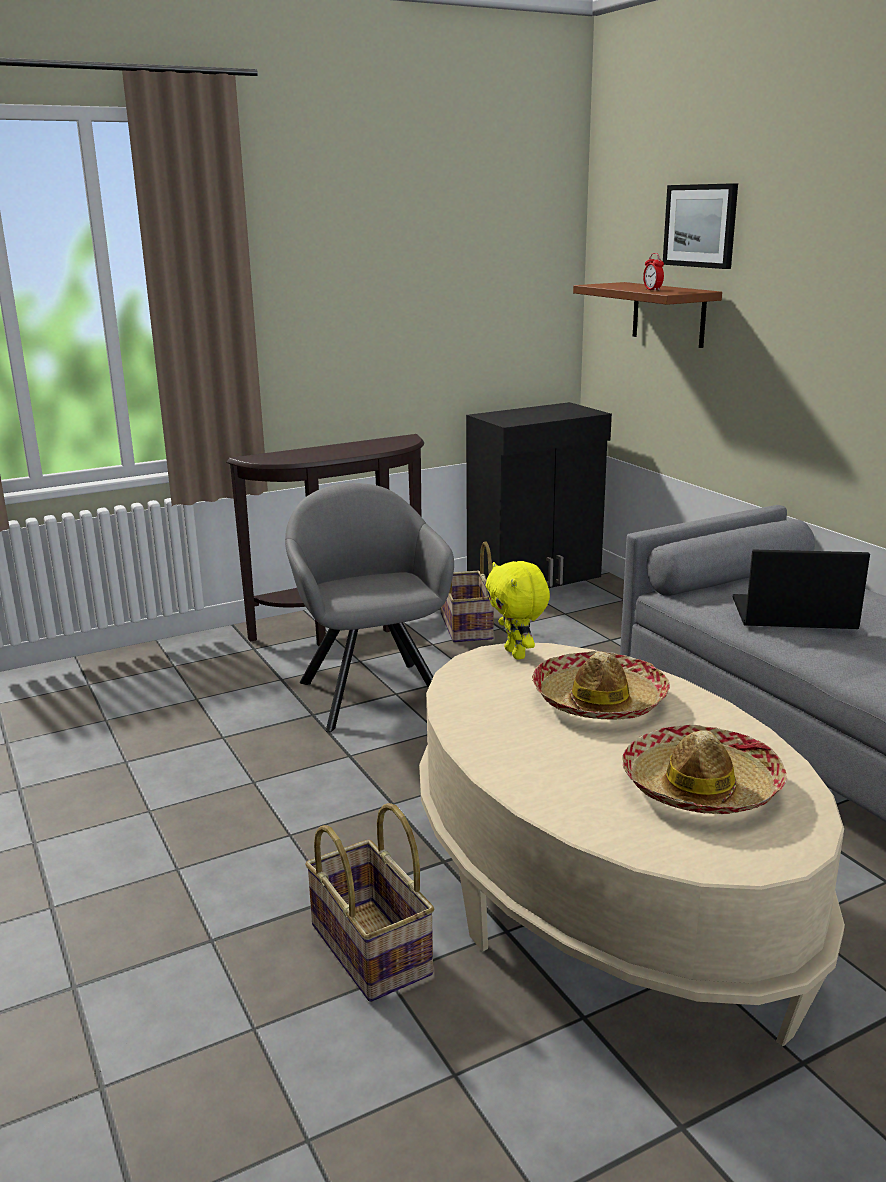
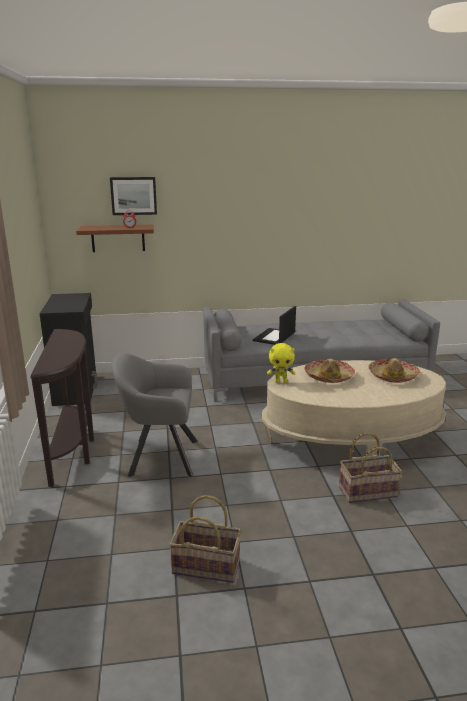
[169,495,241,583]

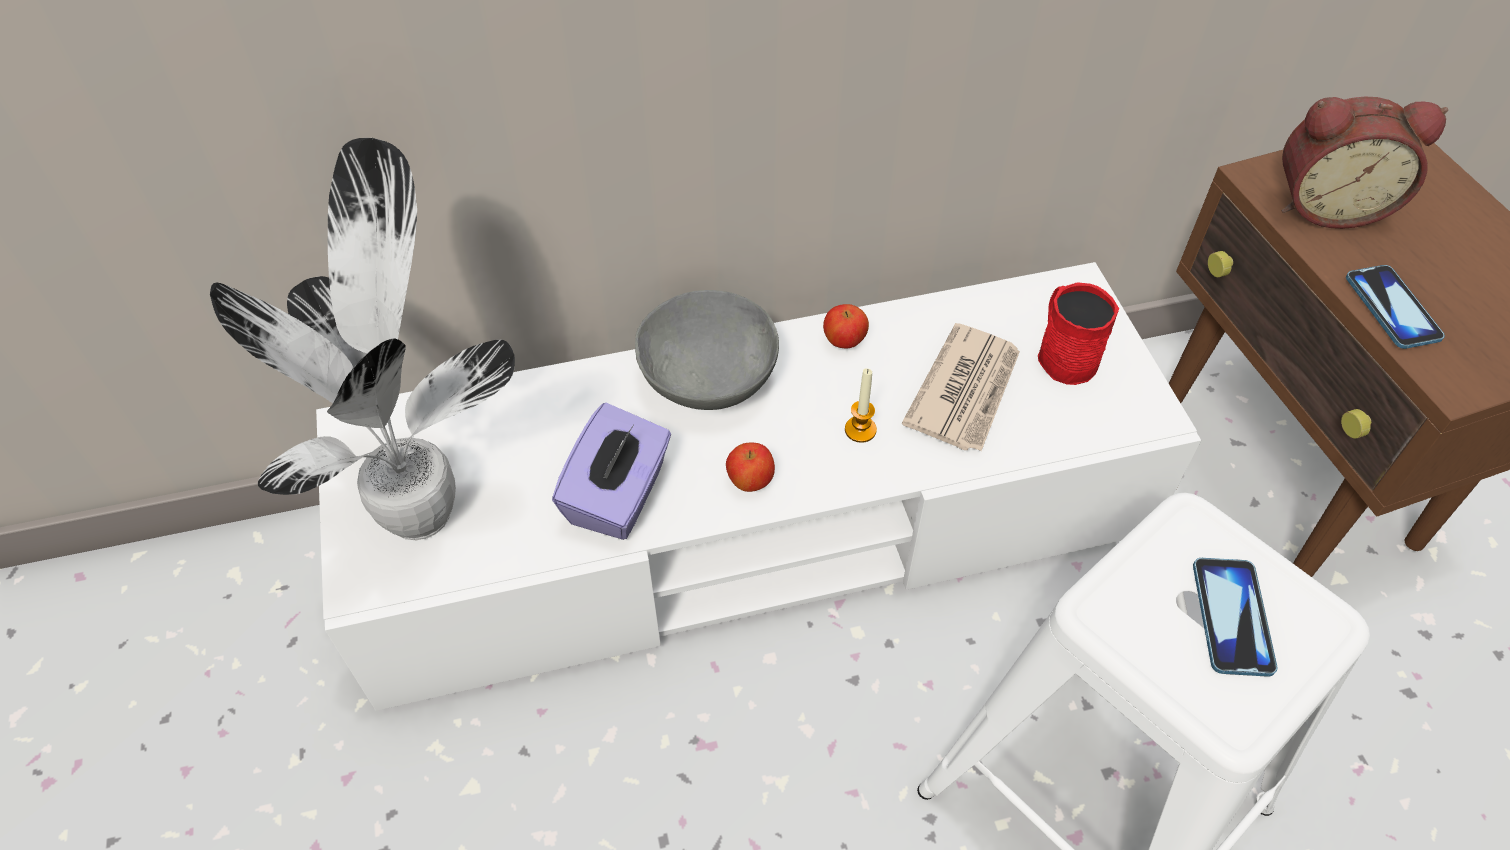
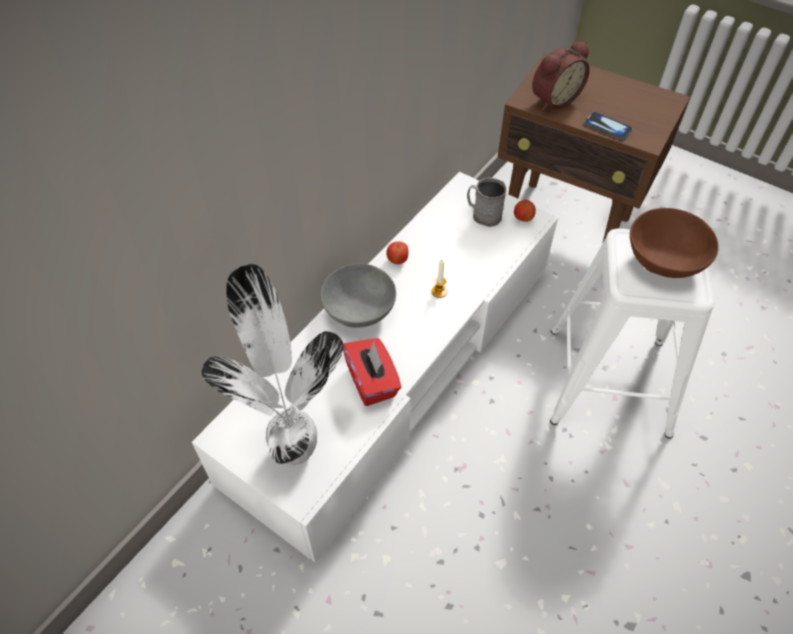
[343,338,402,406]
[467,178,506,227]
[514,200,536,222]
[630,208,719,278]
[902,323,1020,451] (first image)

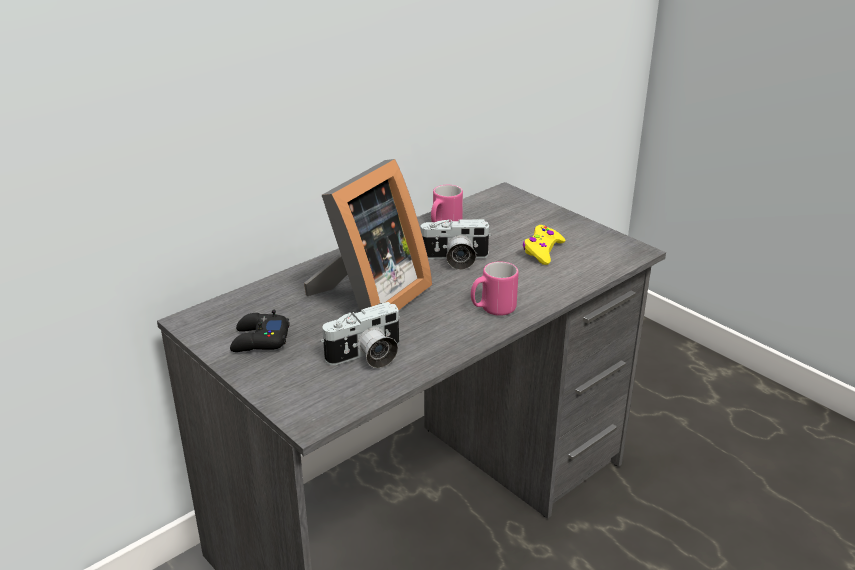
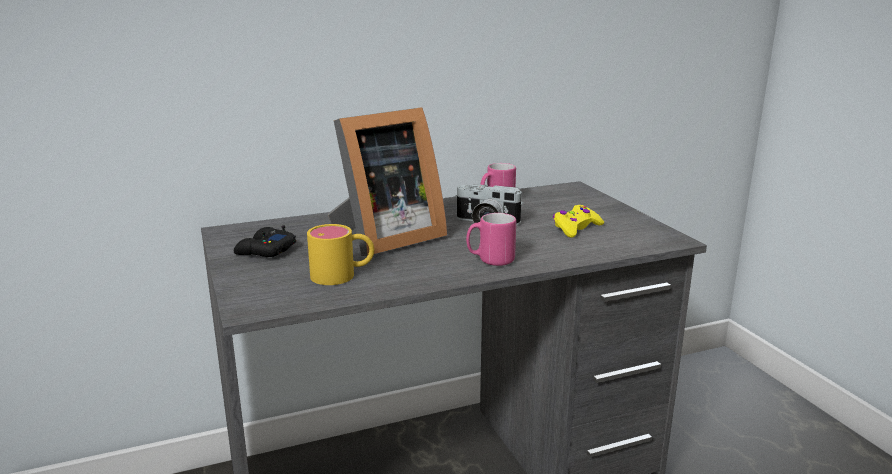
[307,224,375,285]

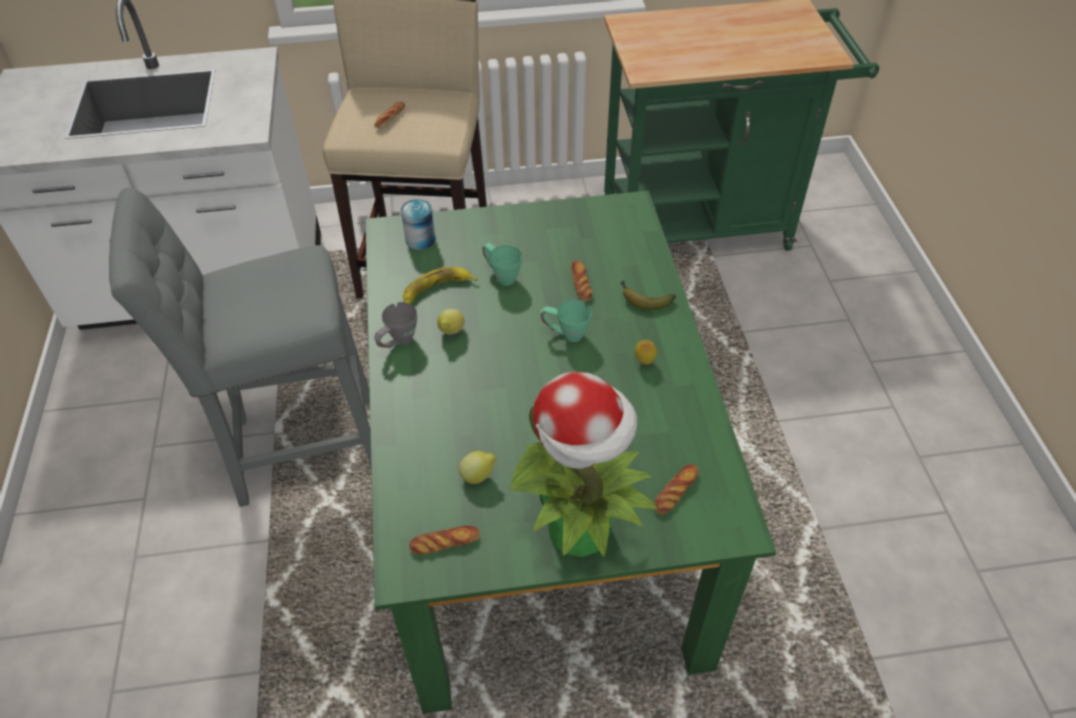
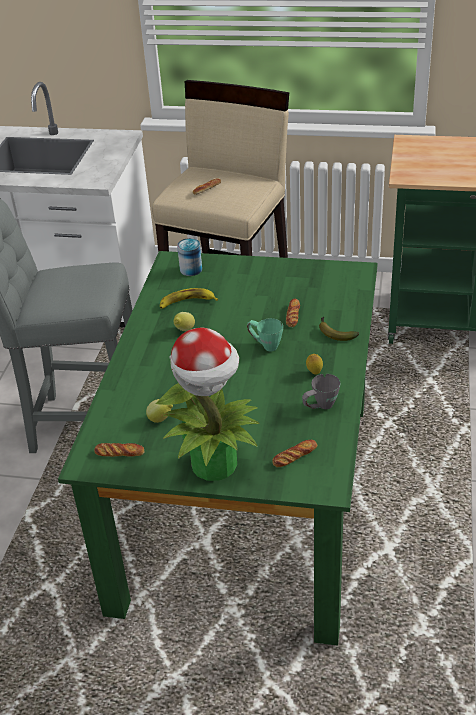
[302,374,340,409]
[482,243,522,286] (first image)

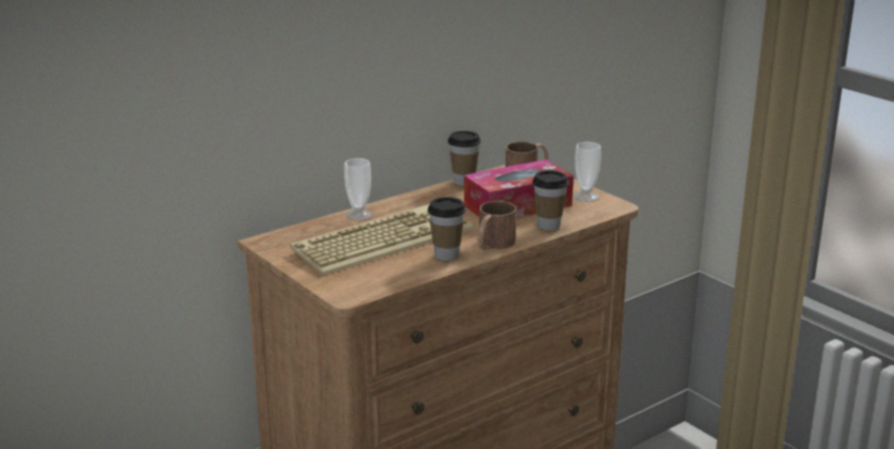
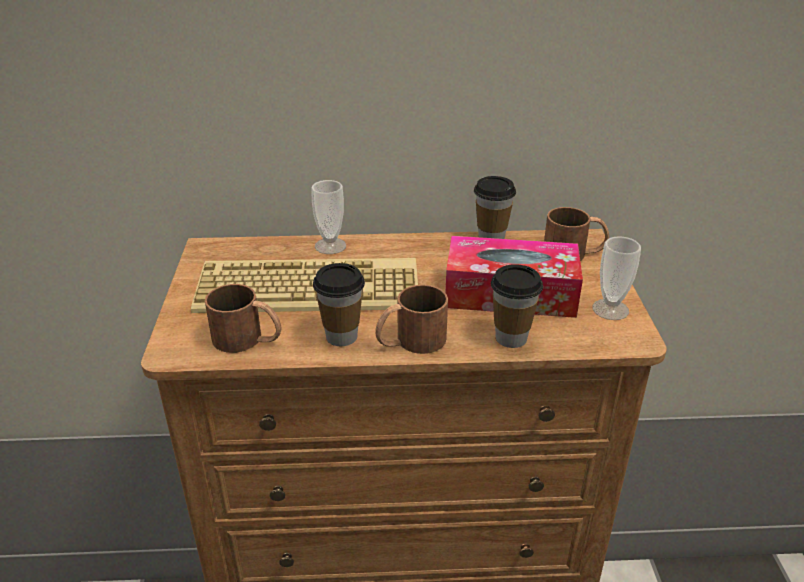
[205,284,281,353]

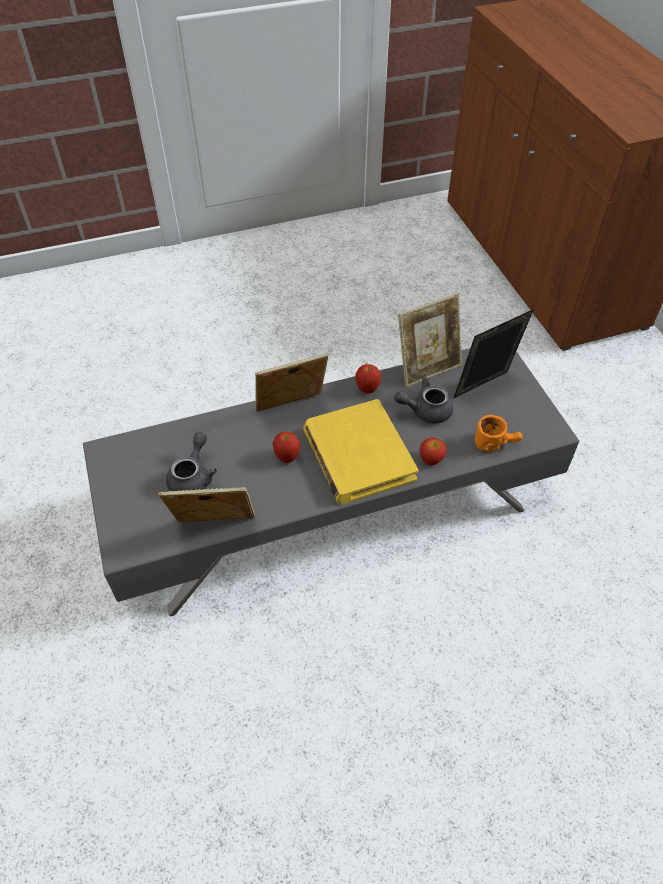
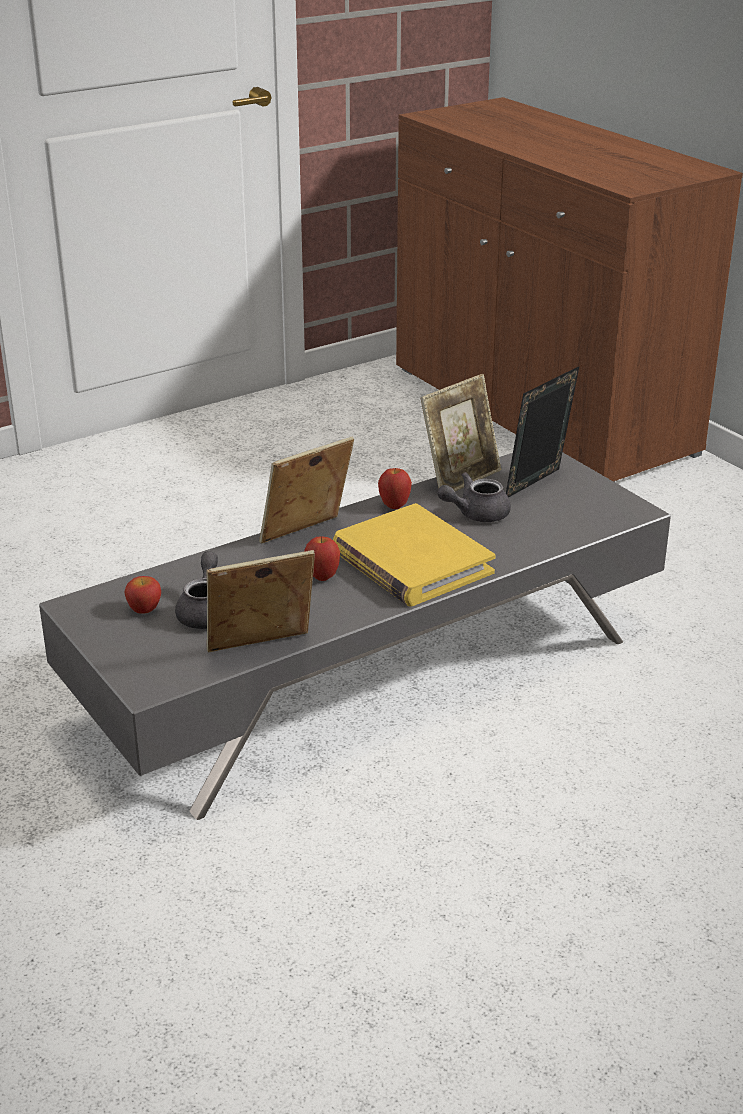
[125,576,161,614]
[475,415,523,452] (first image)

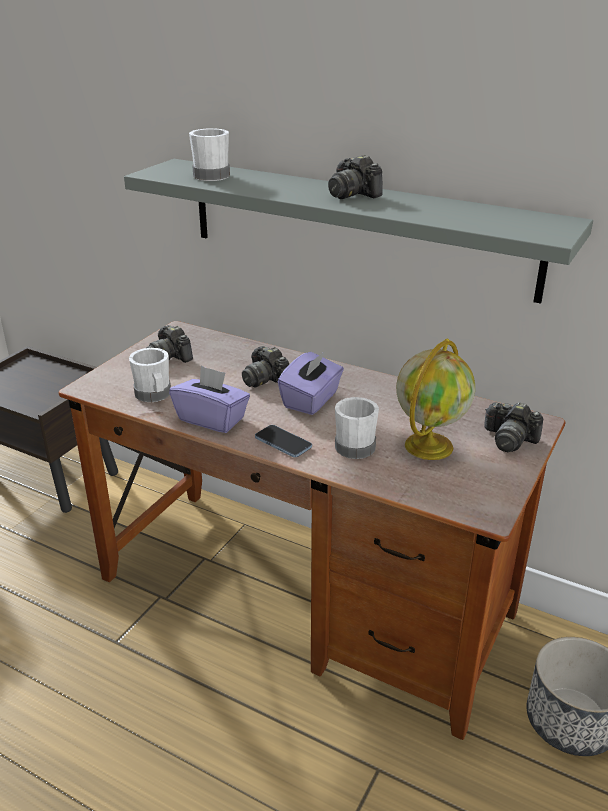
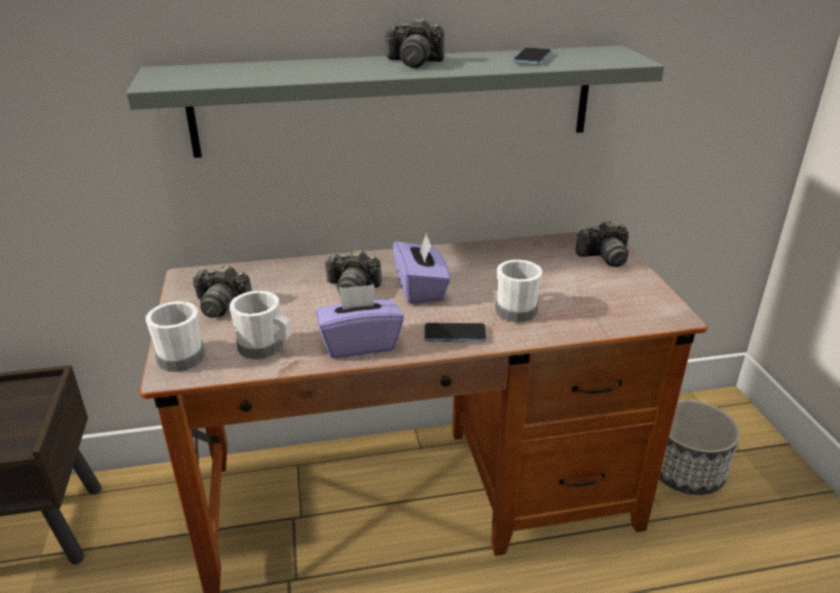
[146,301,205,372]
[513,48,552,65]
[396,339,475,460] (first image)

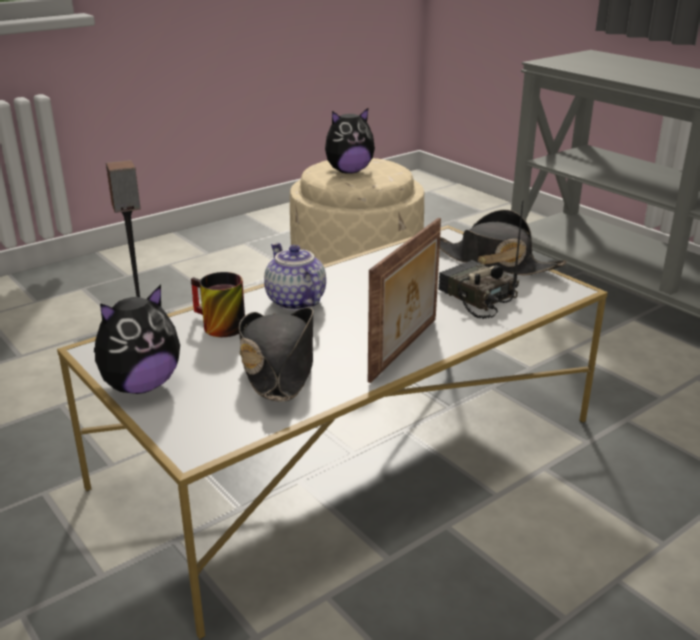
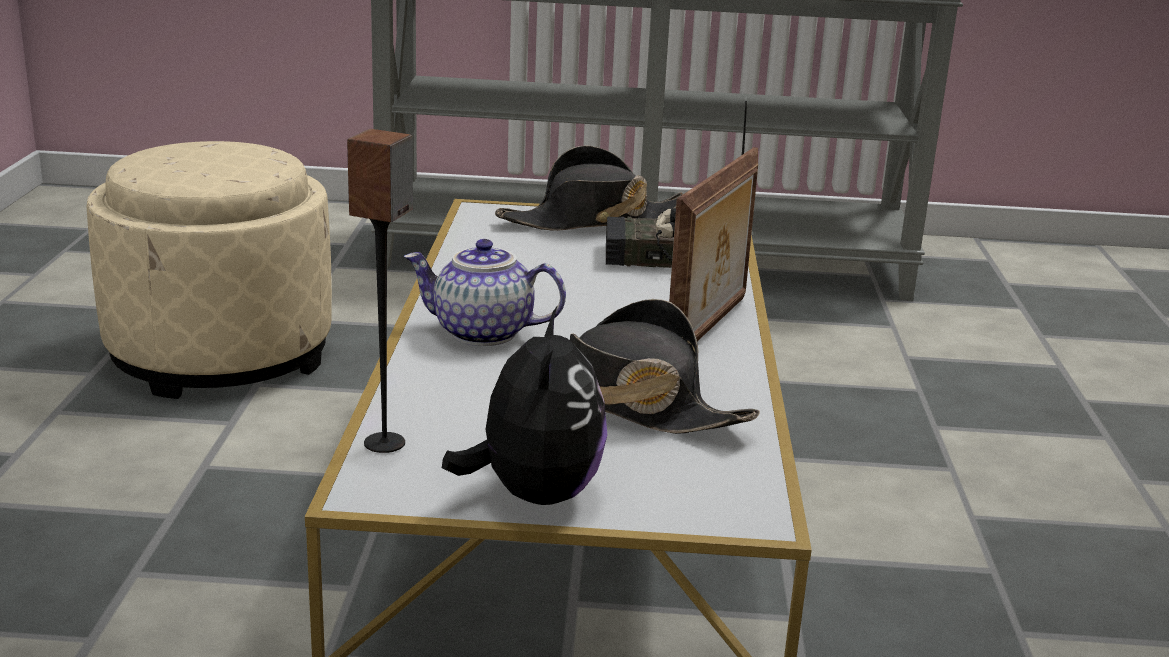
[669,147,758,341]
[191,272,245,337] (first image)
[325,108,375,174] (first image)

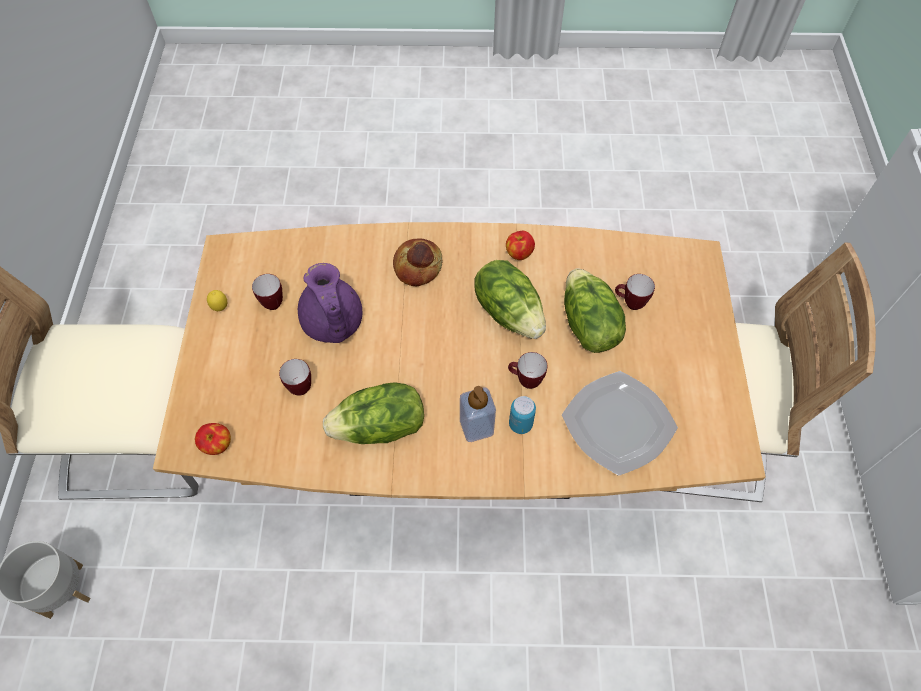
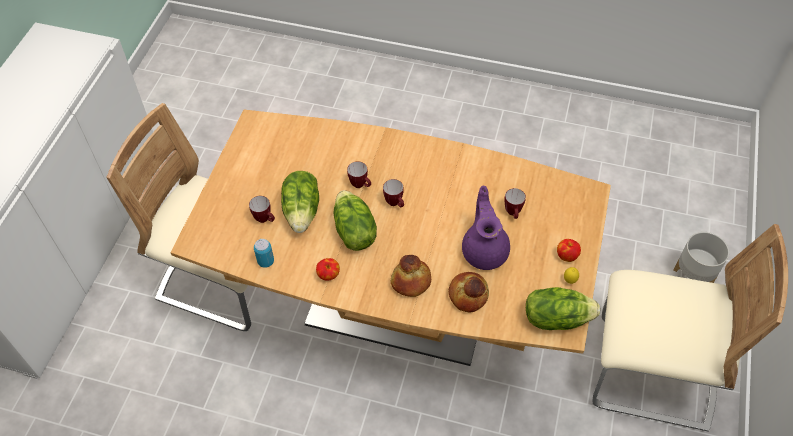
[254,239,274,268]
[383,179,404,207]
[449,272,489,312]
[526,287,600,330]
[557,239,581,262]
[460,386,496,442] (first image)
[562,371,678,476] (first image)

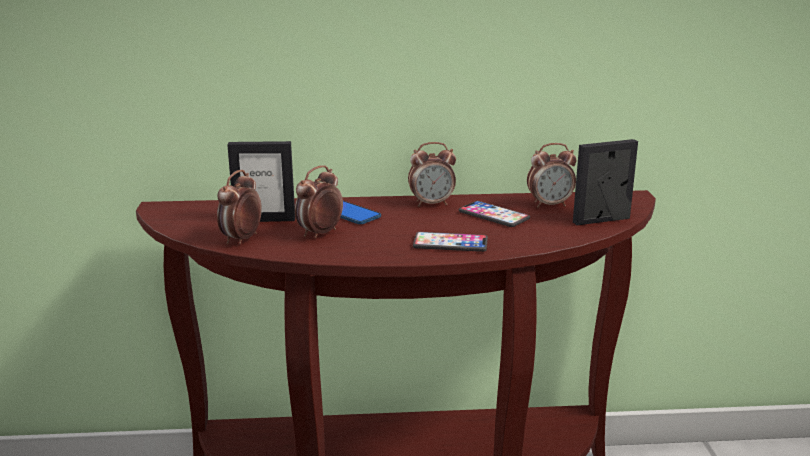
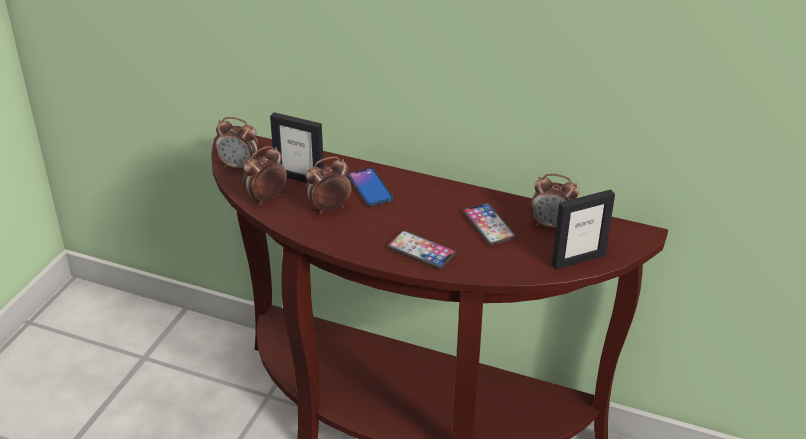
[215,117,259,168]
[552,189,615,270]

